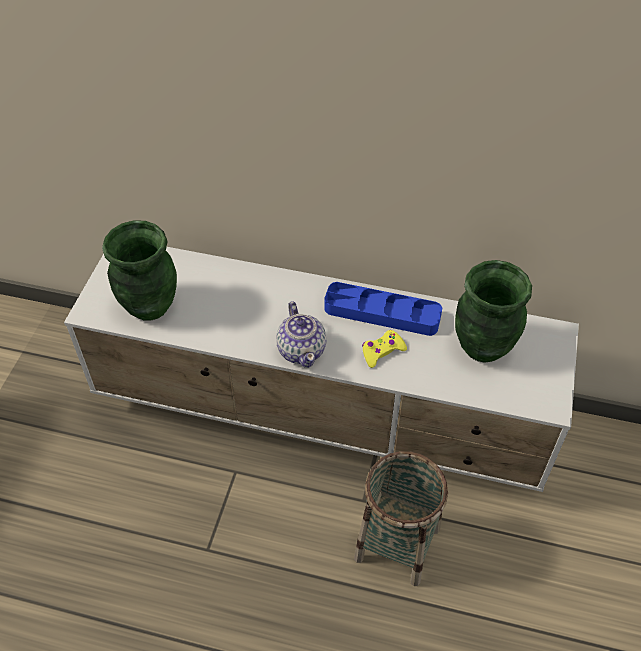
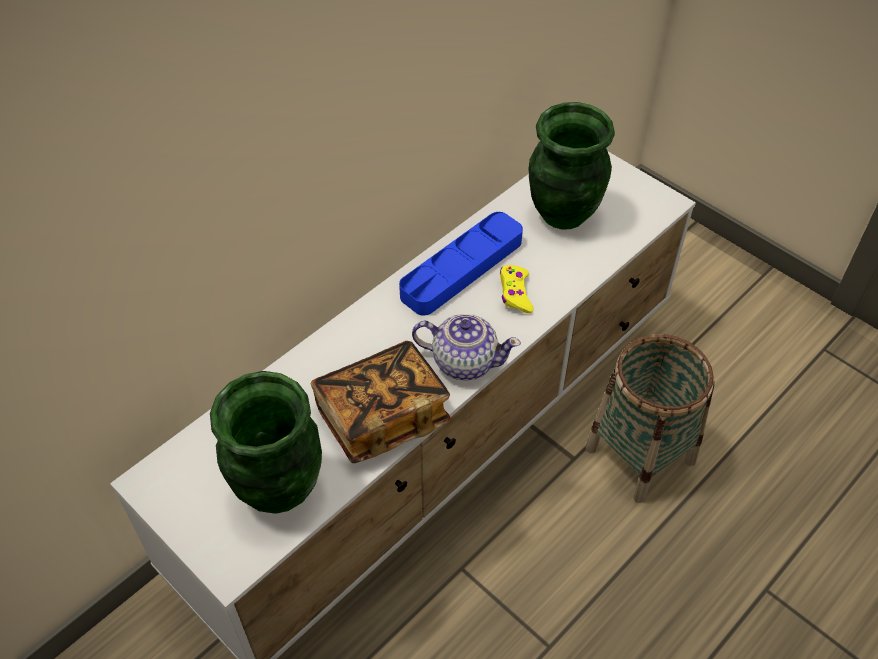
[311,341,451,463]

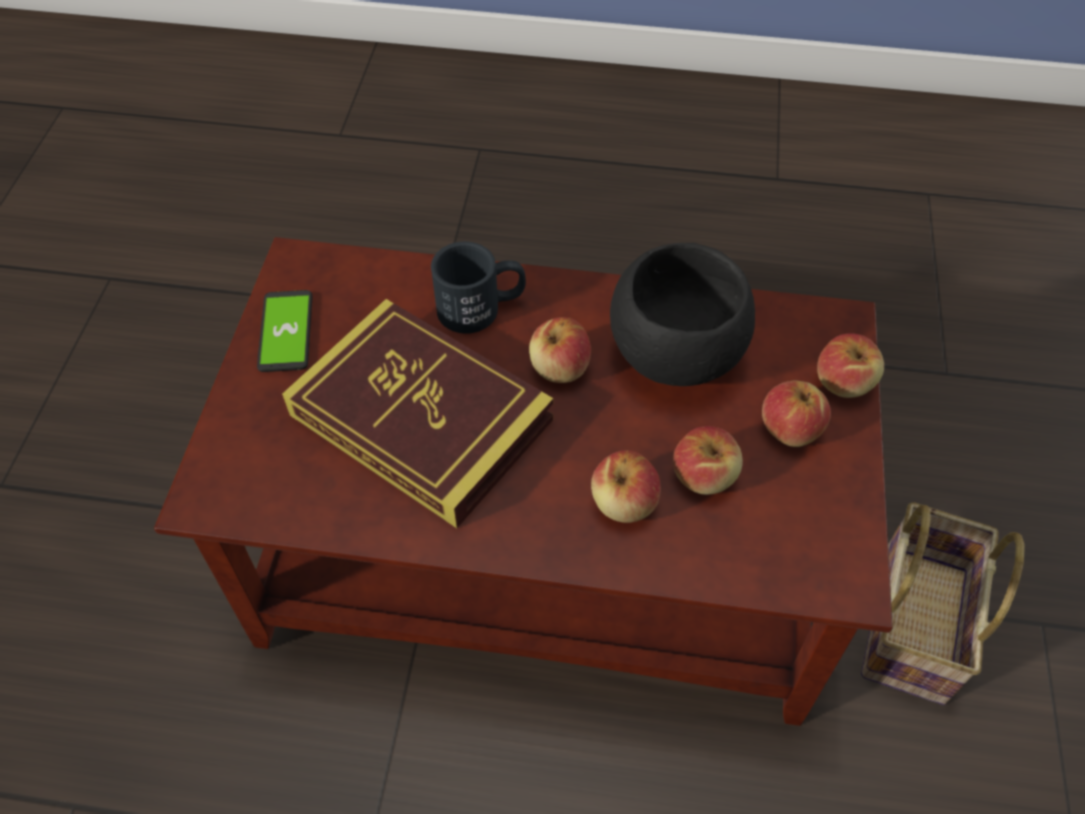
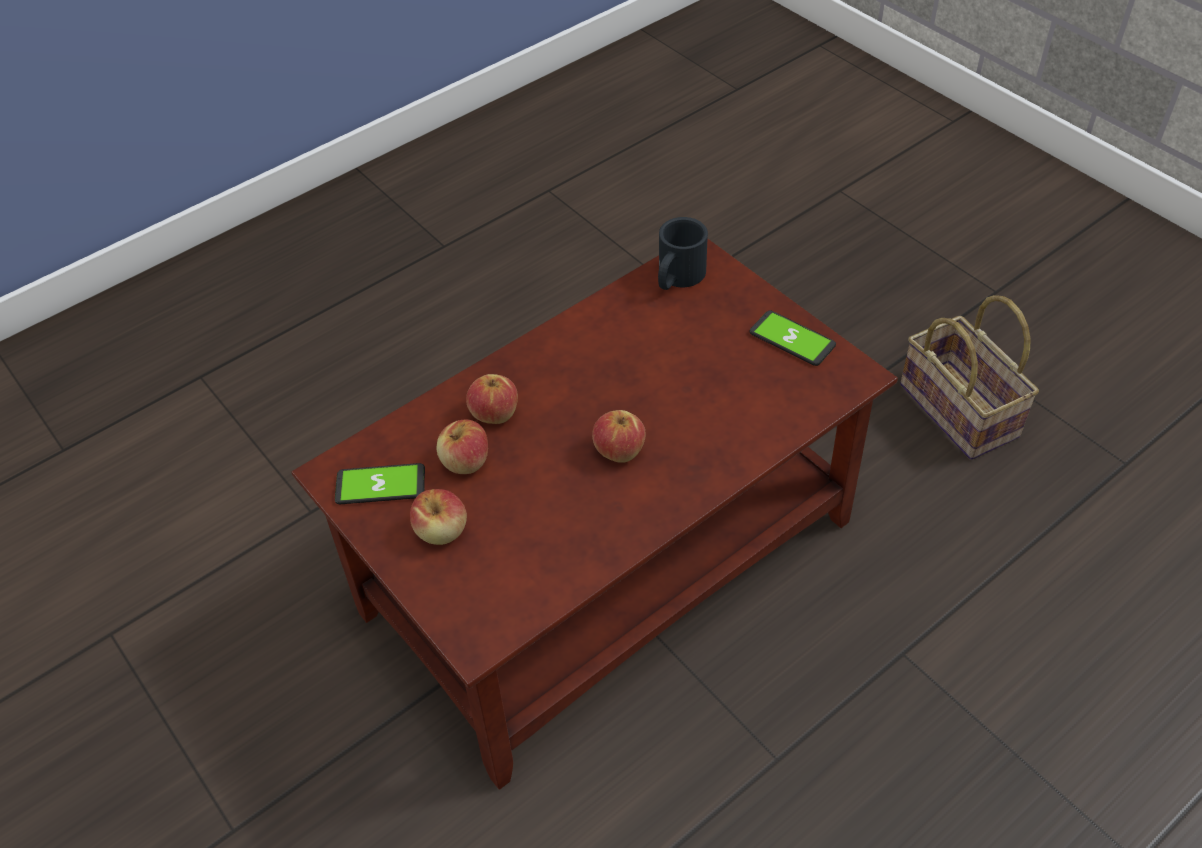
[335,463,425,504]
[658,217,708,290]
[900,295,1039,460]
[282,299,554,528] (first image)
[610,243,755,386] (first image)
[817,333,884,398] (first image)

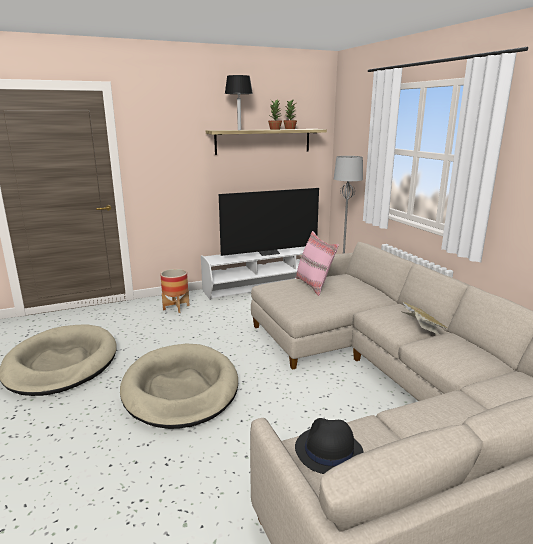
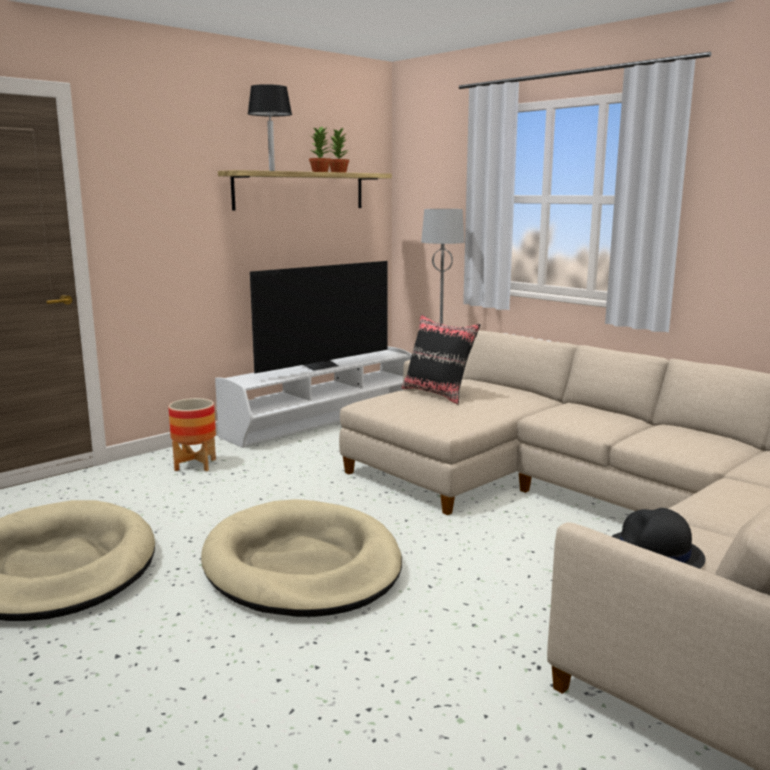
[401,314,480,404]
[400,301,447,335] (first image)

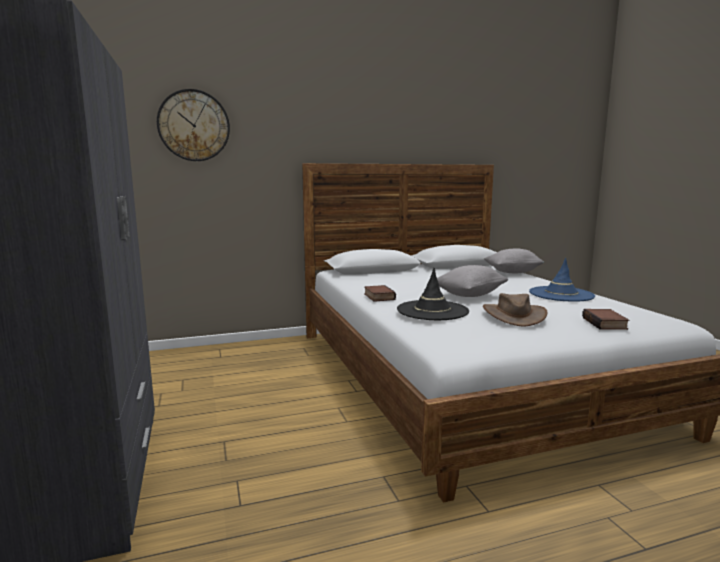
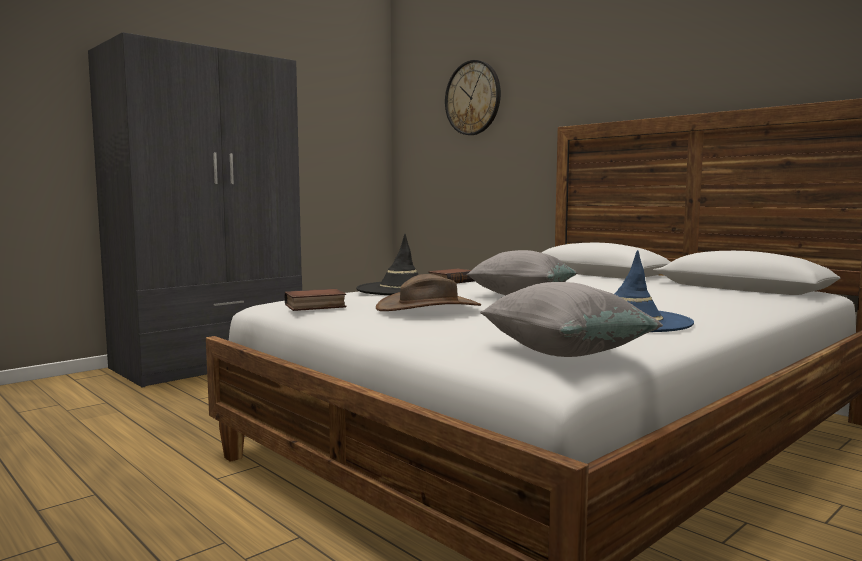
[285,289,347,311]
[480,282,663,357]

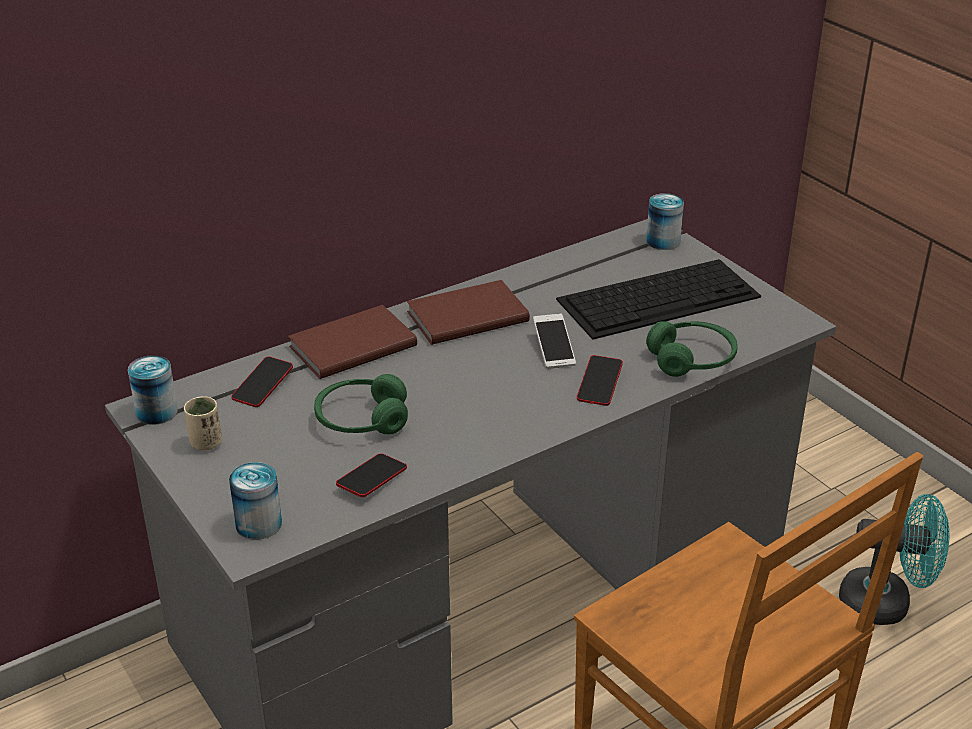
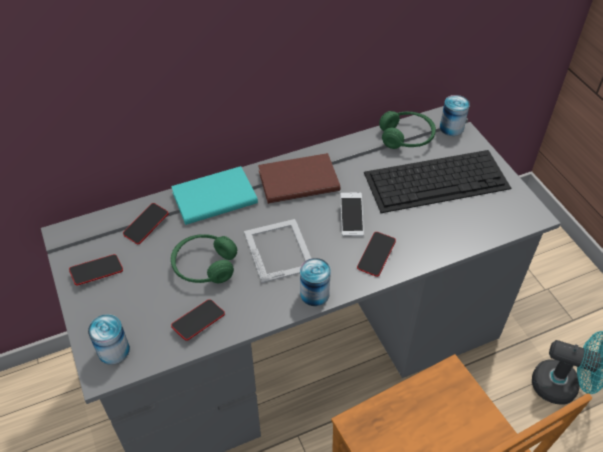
[69,254,123,285]
[171,166,258,225]
[244,219,312,283]
[300,258,331,306]
[379,111,436,149]

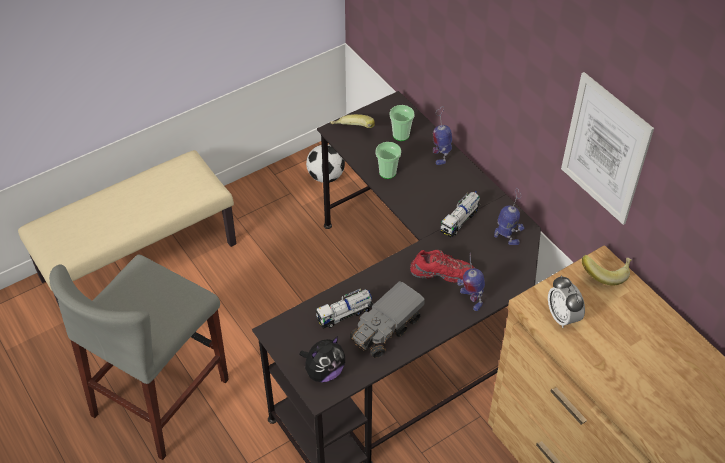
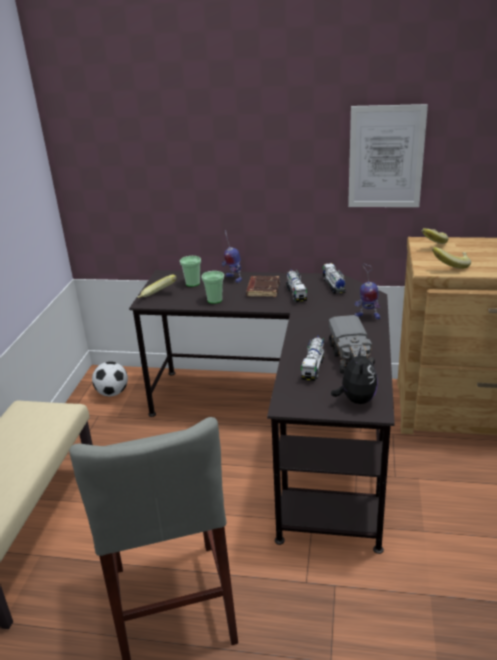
[246,276,280,297]
[323,263,346,294]
[432,247,471,269]
[410,250,476,283] (first image)

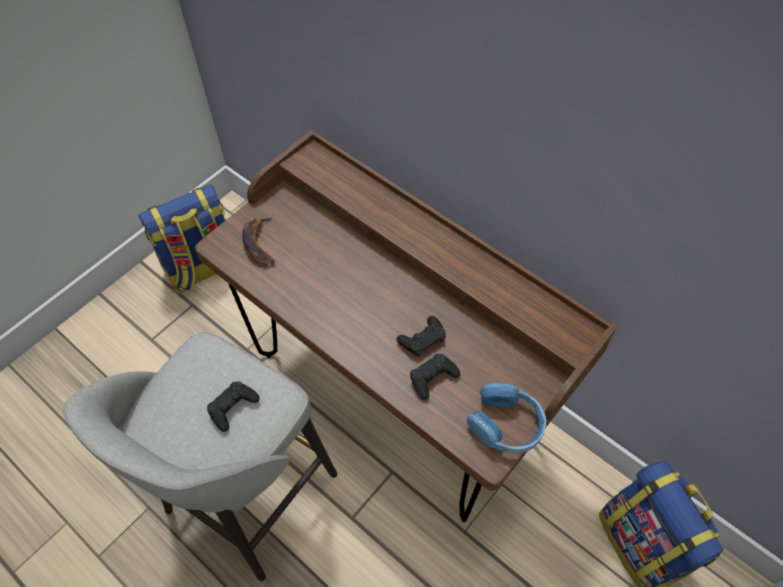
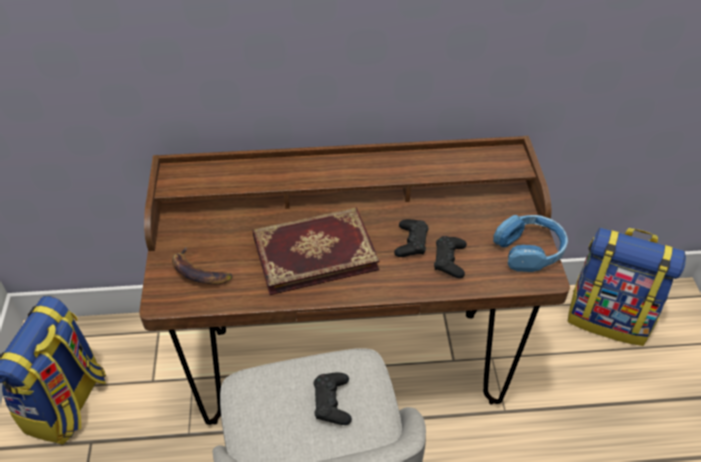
[253,207,380,295]

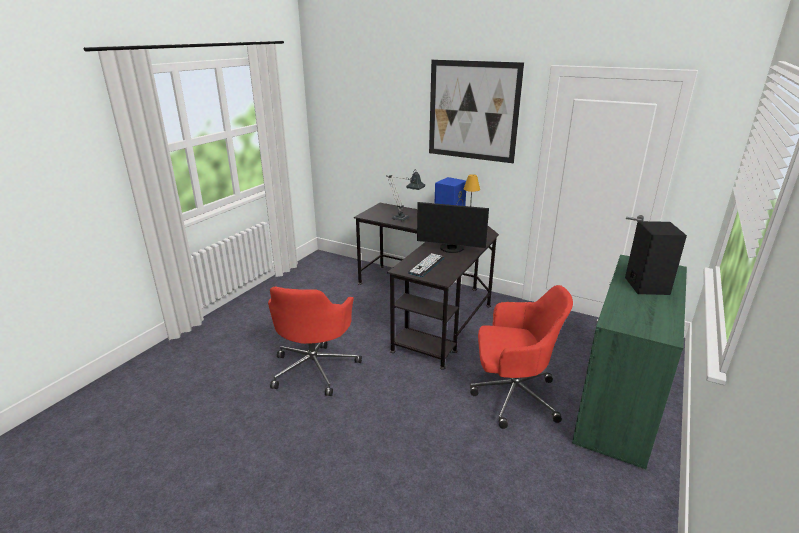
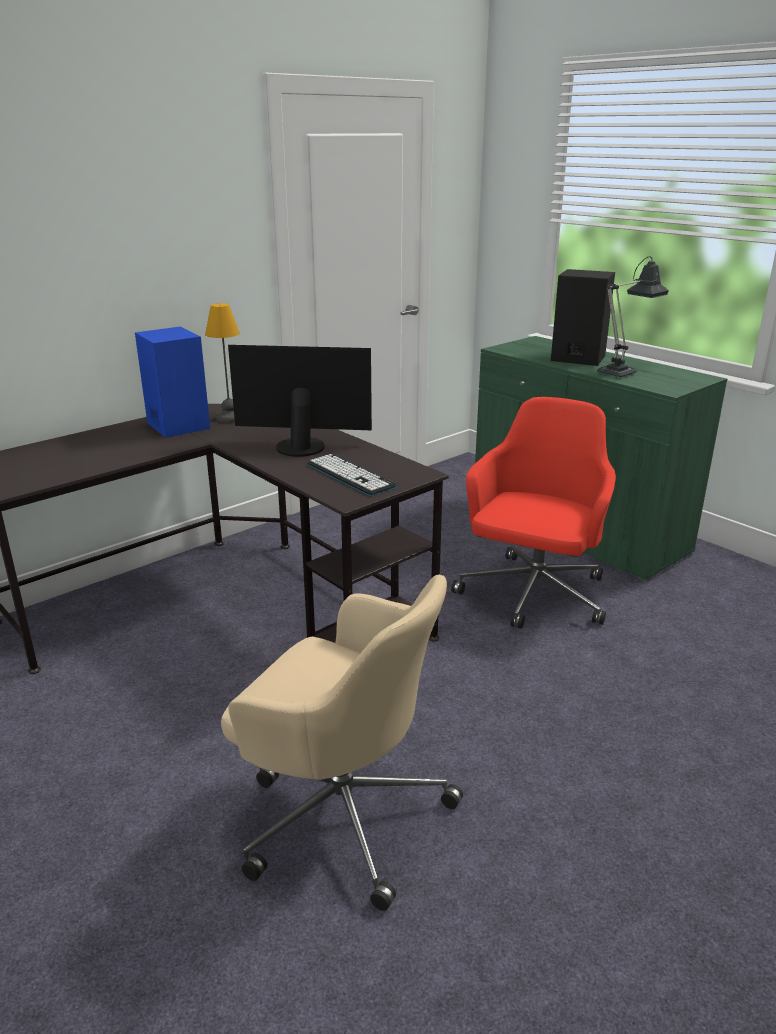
[221,575,463,911]
[228,345,372,457]
[597,256,669,378]
[429,60,524,163] (first image)

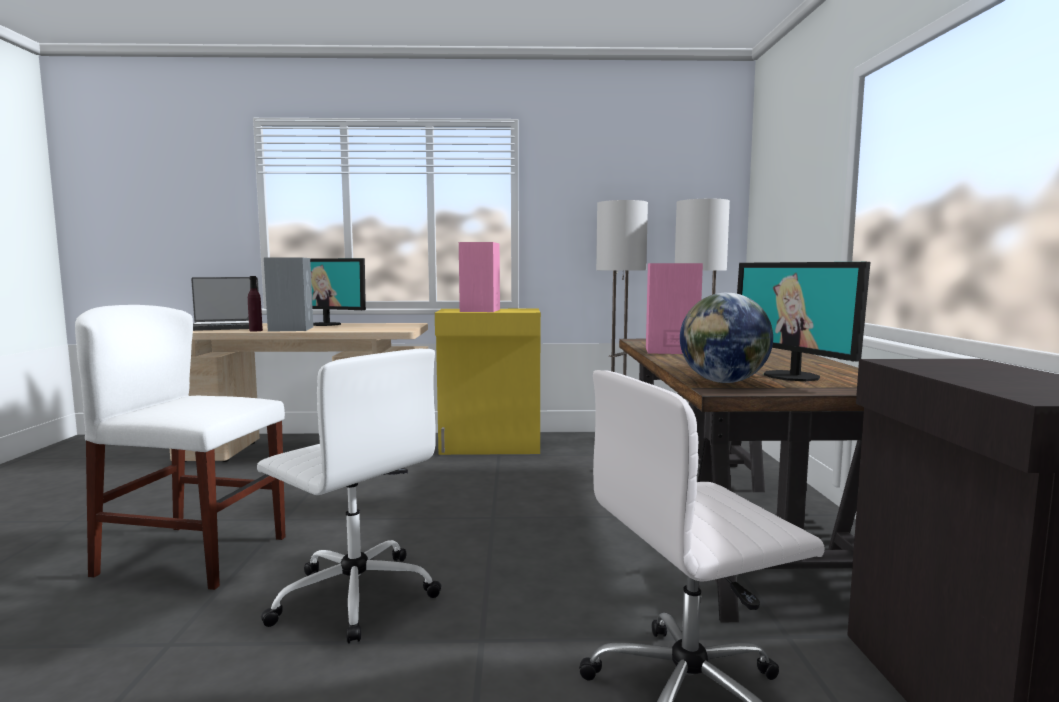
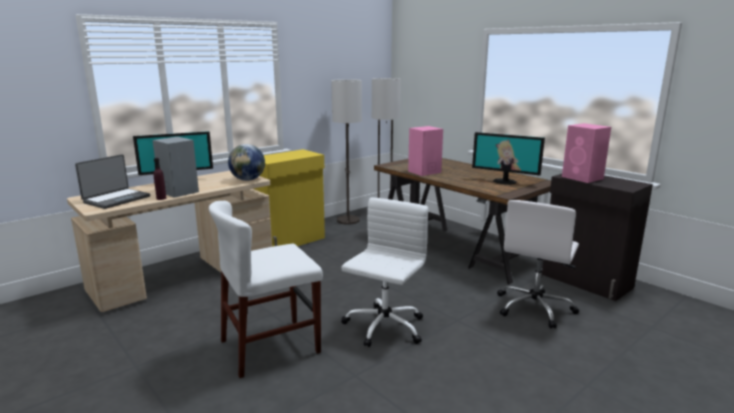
[228,144,265,181]
[341,197,429,347]
[562,123,611,183]

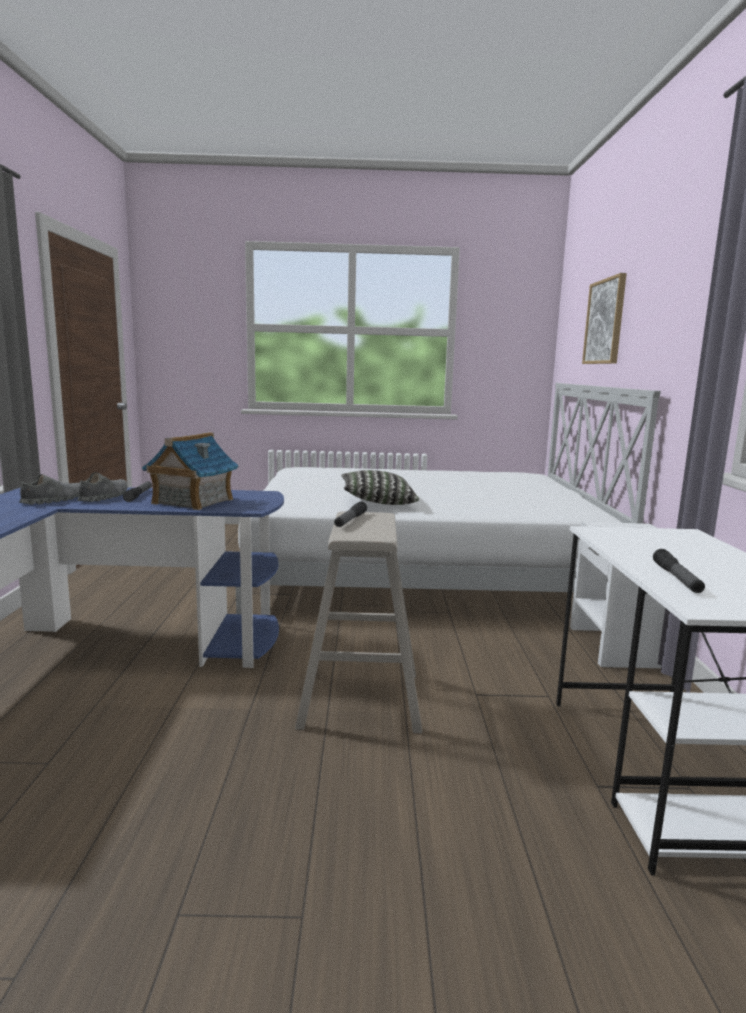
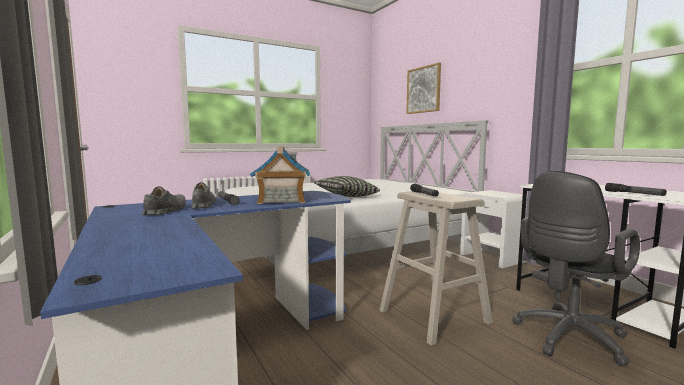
[512,171,640,366]

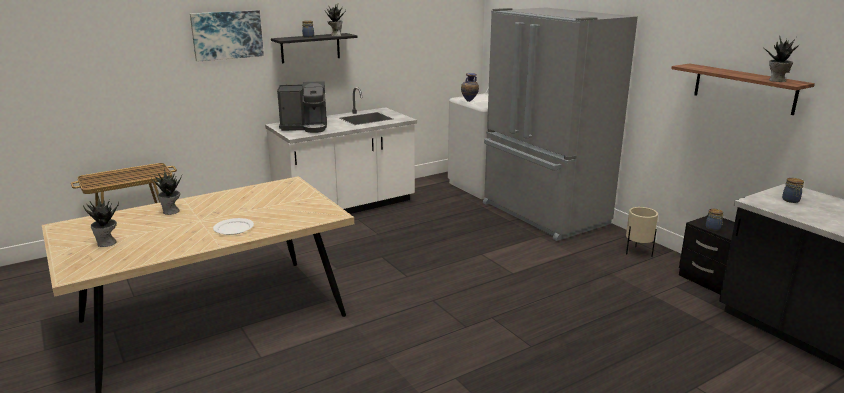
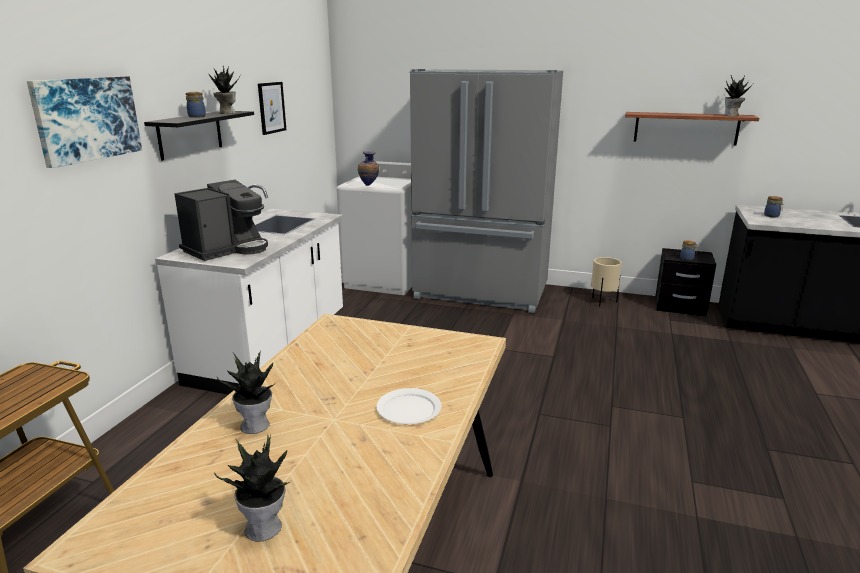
[258,82,286,135]

